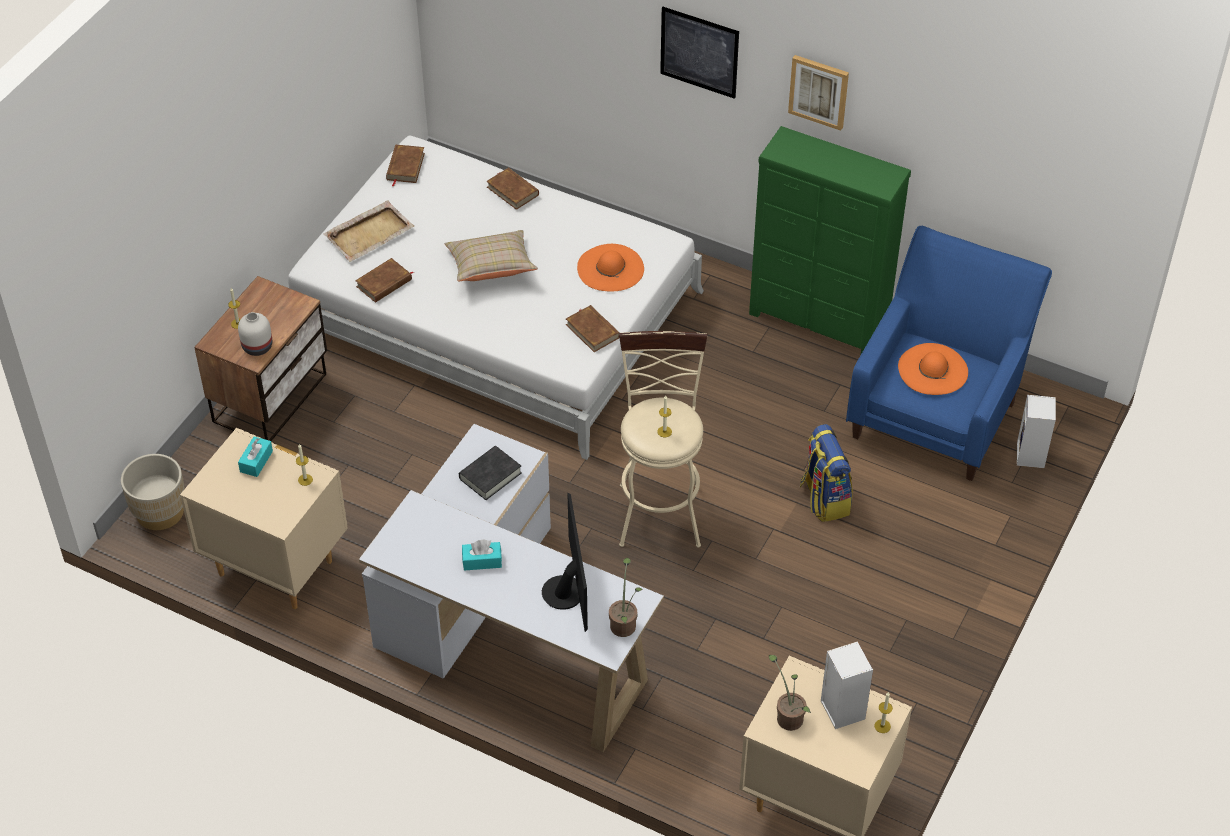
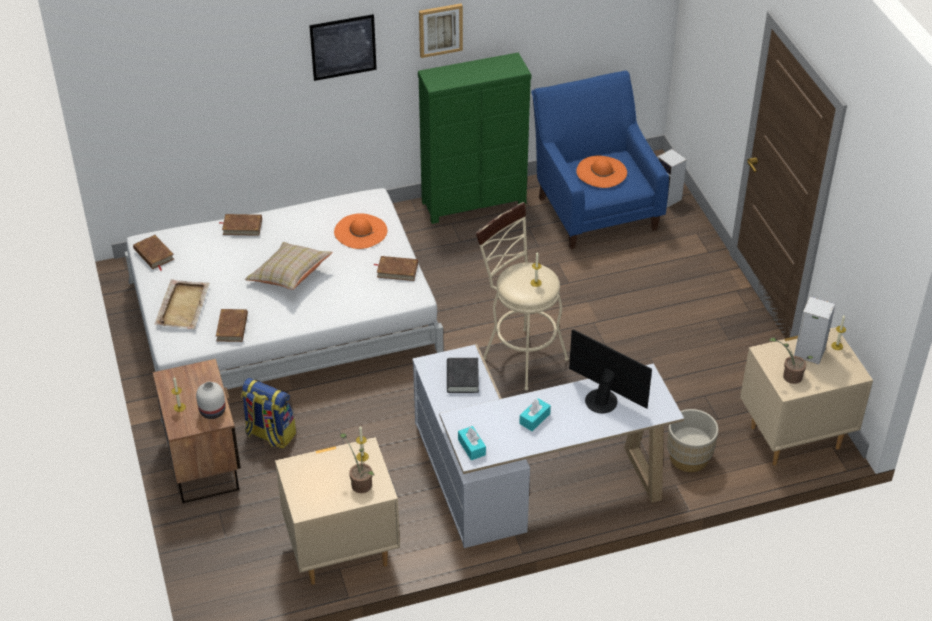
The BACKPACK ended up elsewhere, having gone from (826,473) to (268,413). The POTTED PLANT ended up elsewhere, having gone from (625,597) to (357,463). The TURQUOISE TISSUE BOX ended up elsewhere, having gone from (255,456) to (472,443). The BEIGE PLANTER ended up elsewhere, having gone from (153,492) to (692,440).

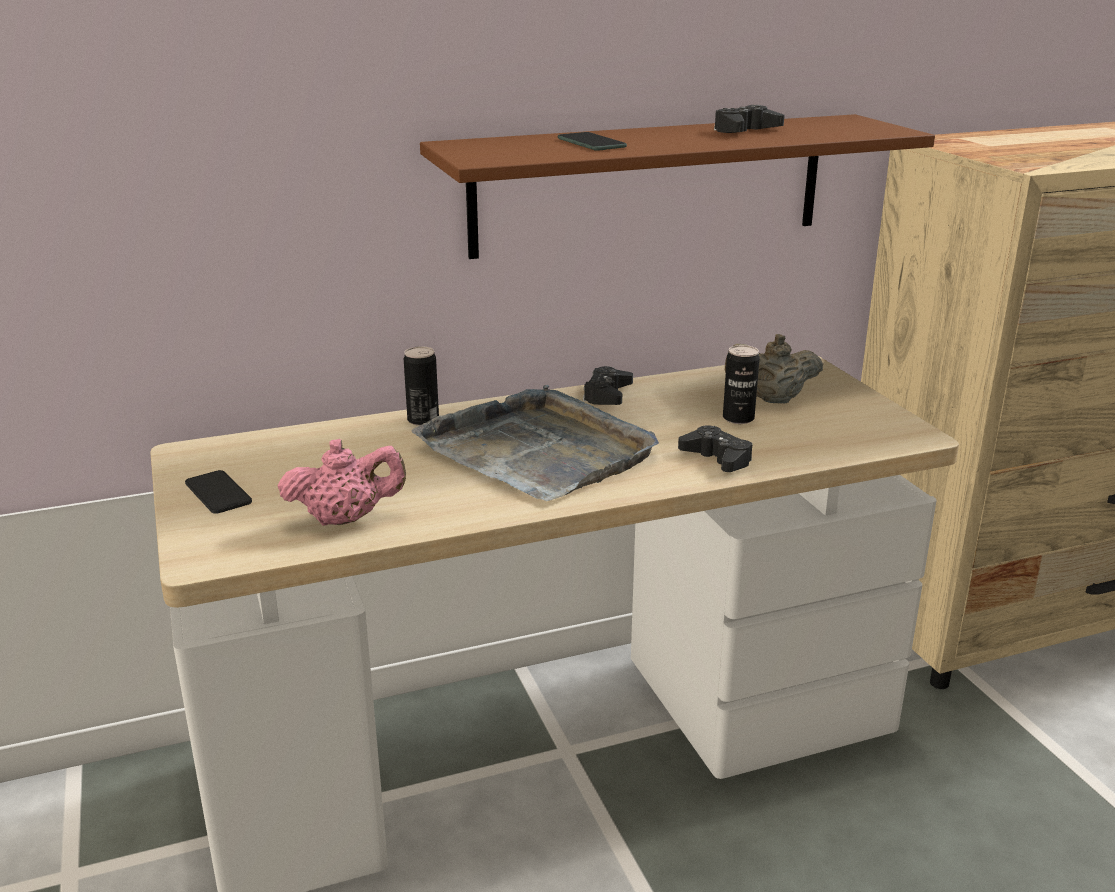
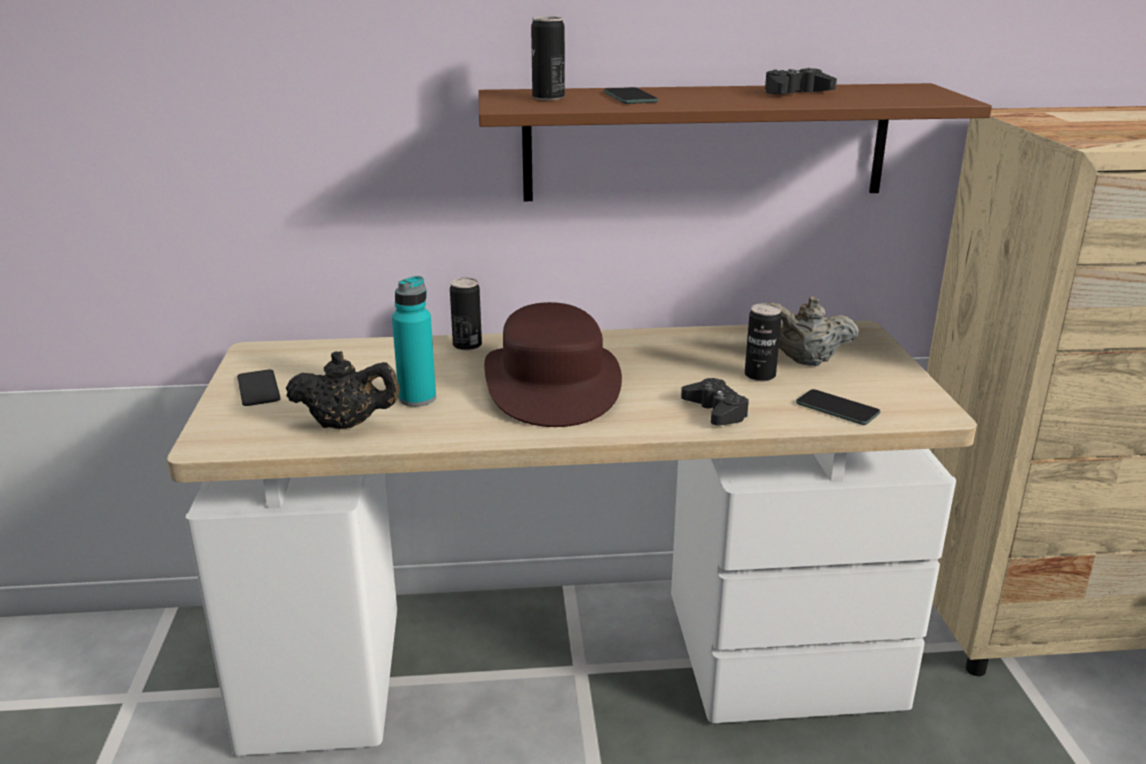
What was the PINK TEAPOT at (341,482) turned into the BLACK TEAPOT at (343,390). The second view gained the TURQUOISE BOTTLE at (414,341). Where the GREY TRAY stood at (535,443), the BROWN HAT came to stand at (553,364). The second view gained the CAN at (548,58). The second view gained the PHONE at (838,407). The second view lost the BLACK GAME CONTROLLER at (608,385).

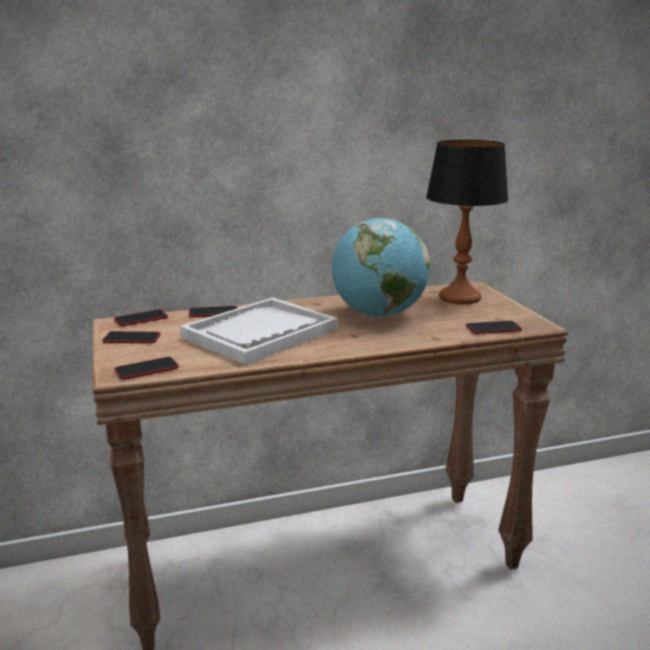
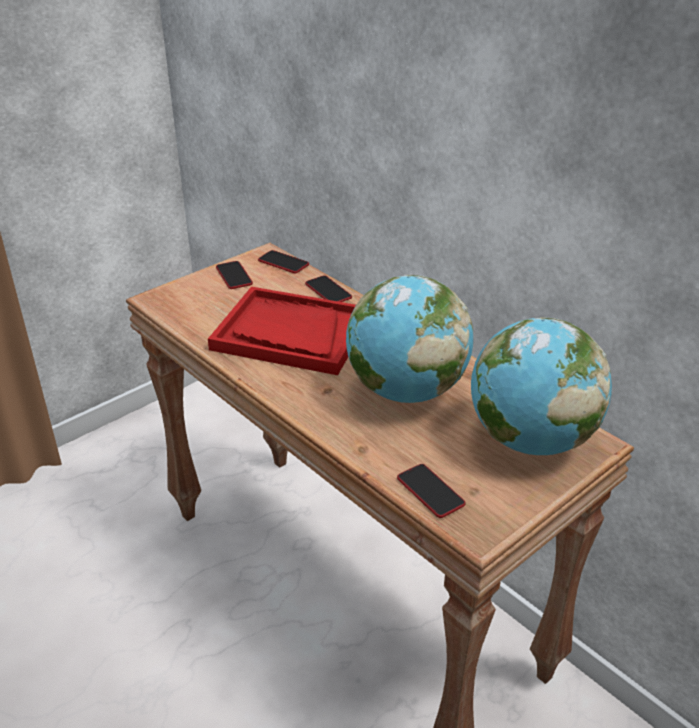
What was the WHITE TRAY at (259,331) turned into the RED TRAY at (282,331). Where the TABLE LAMP stood at (467,222), the GLOBE came to stand at (541,386). The second view lost the PHONE at (147,368).

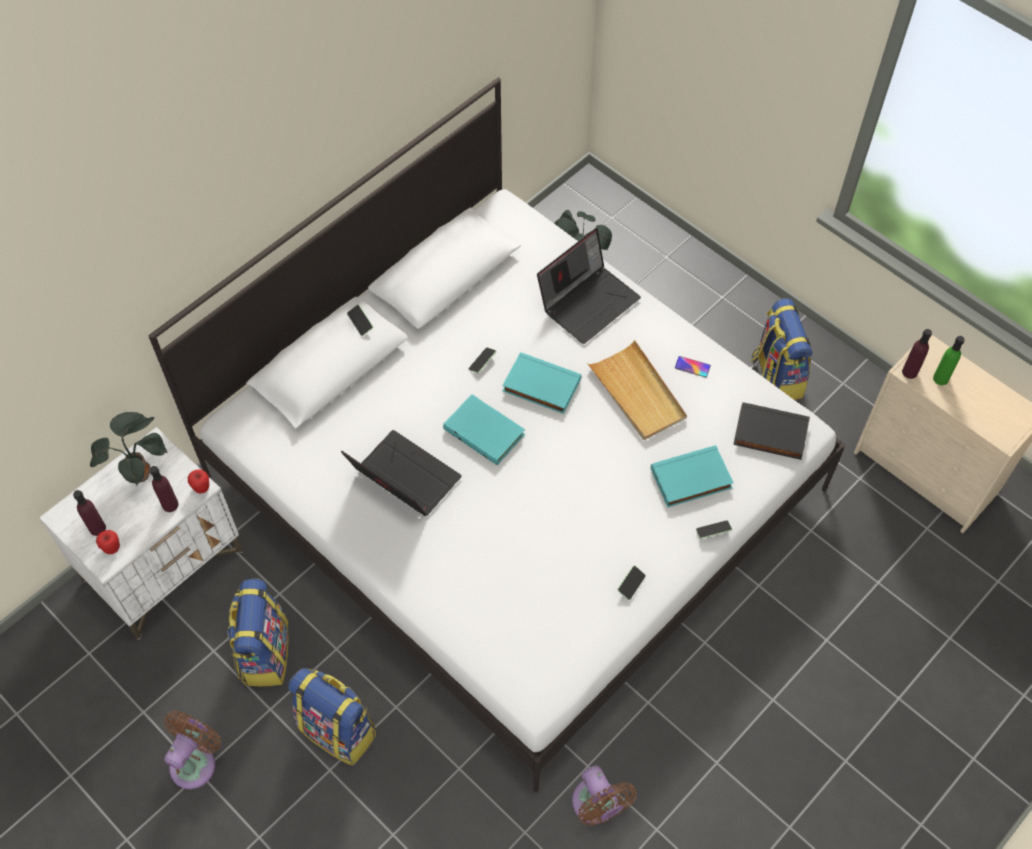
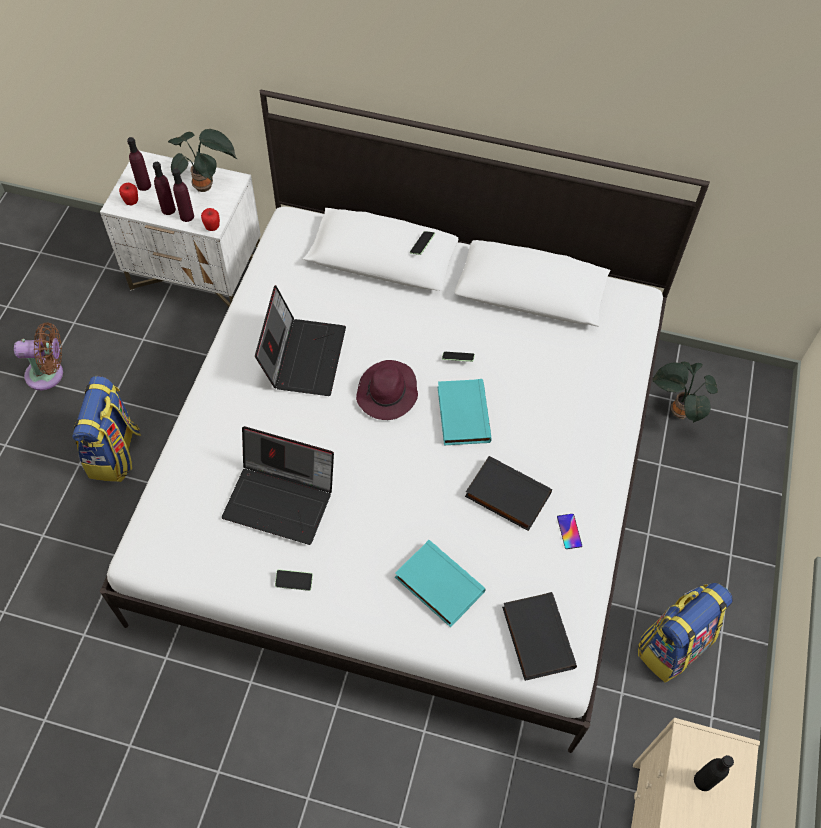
The PURPLE BOTTLE ended up elsewhere, having gone from (917,354) to (164,188). The LAPTOP ended up elsewhere, having gone from (589,286) to (278,485). Where the TURQUOISE BOOK stood at (484,429), the PURPLE HAT came to stand at (387,390). Where the BEIGE TRAY stood at (637,390), the BLACK BOOK came to stand at (508,493). What was the GREEN BOTTLE at (949,360) turned into the BLACK BOTTLE at (714,773). The second view lost the BACKPACK at (258,632). The second view lost the BROWN FAN at (604,795). The second view lost the PHONE at (714,529).

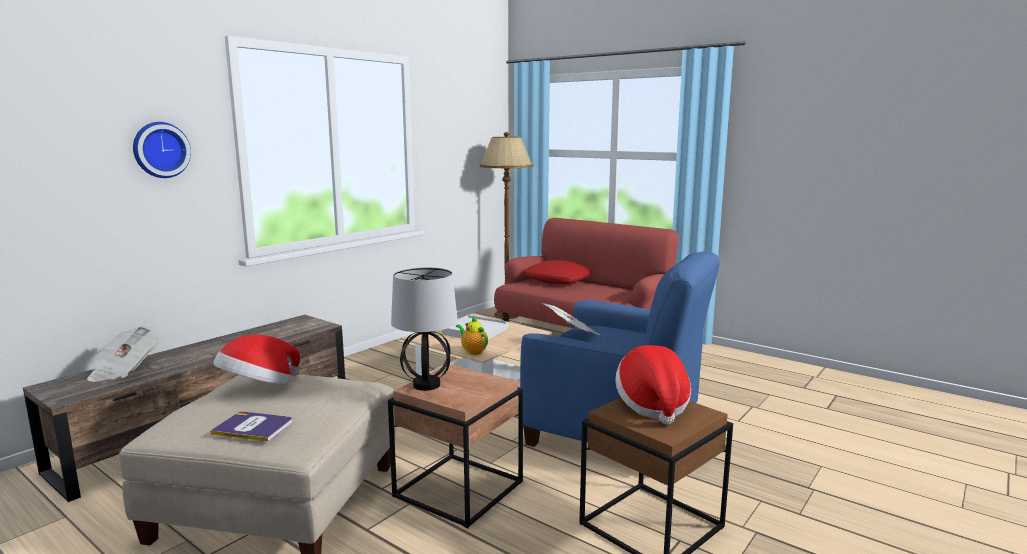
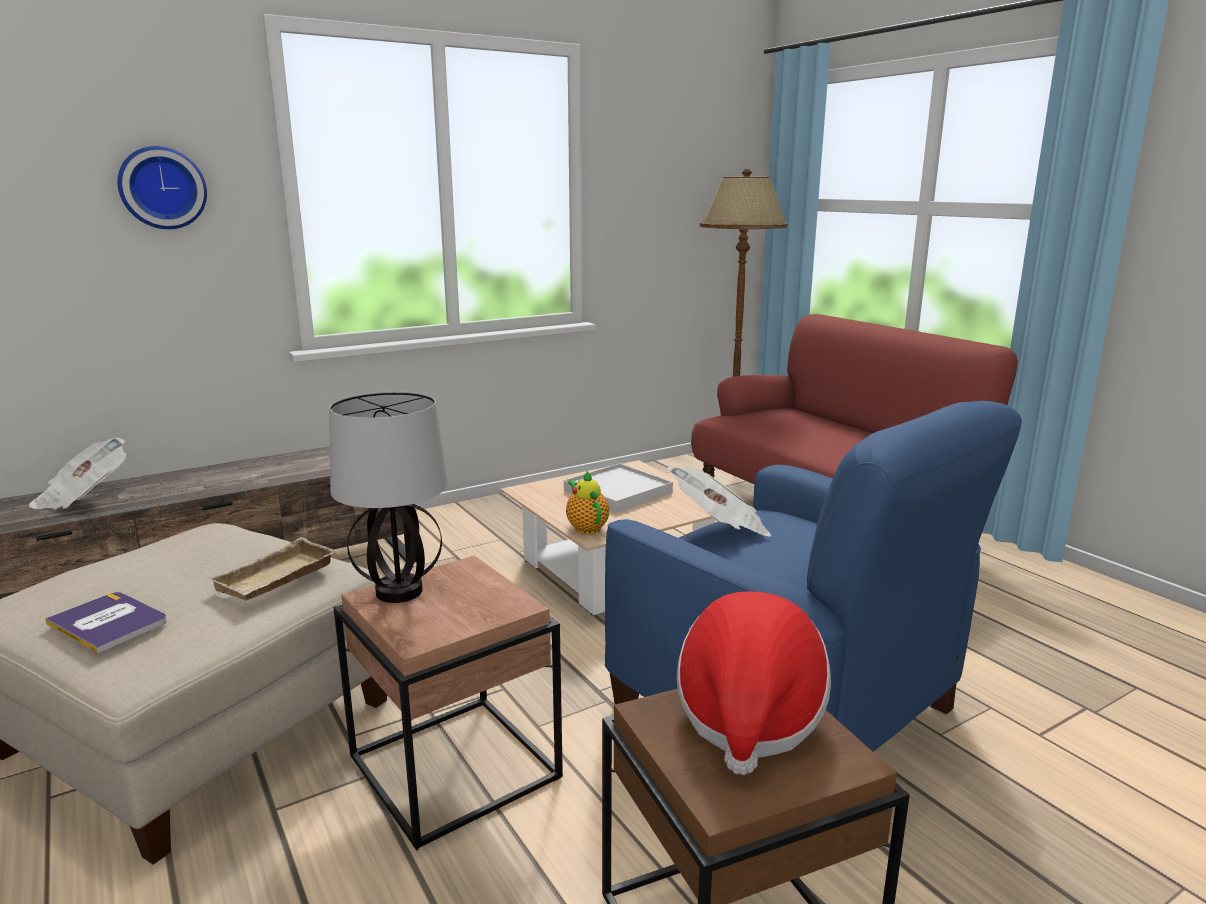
The second view gained the BEIGE TRAY at (272,569). The second view lost the HAT at (256,359). The second view lost the RED PILLOW at (558,272).

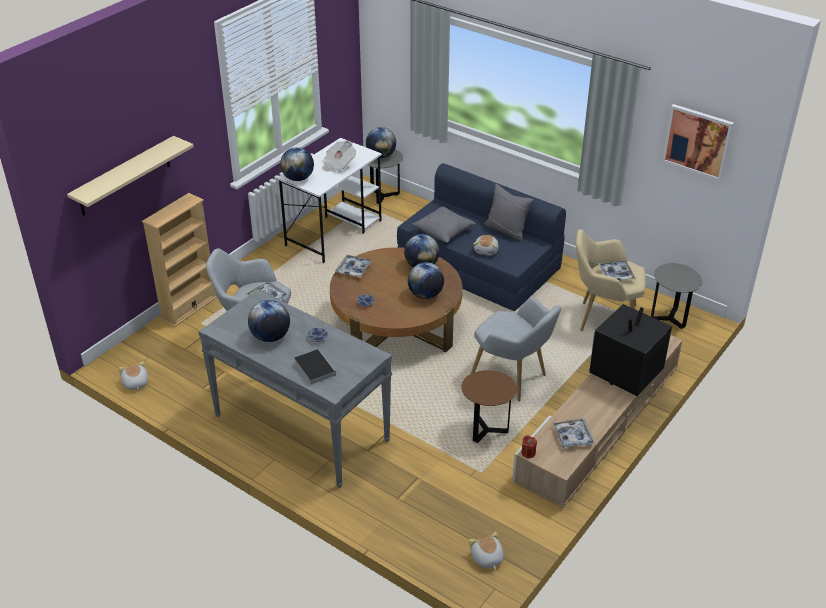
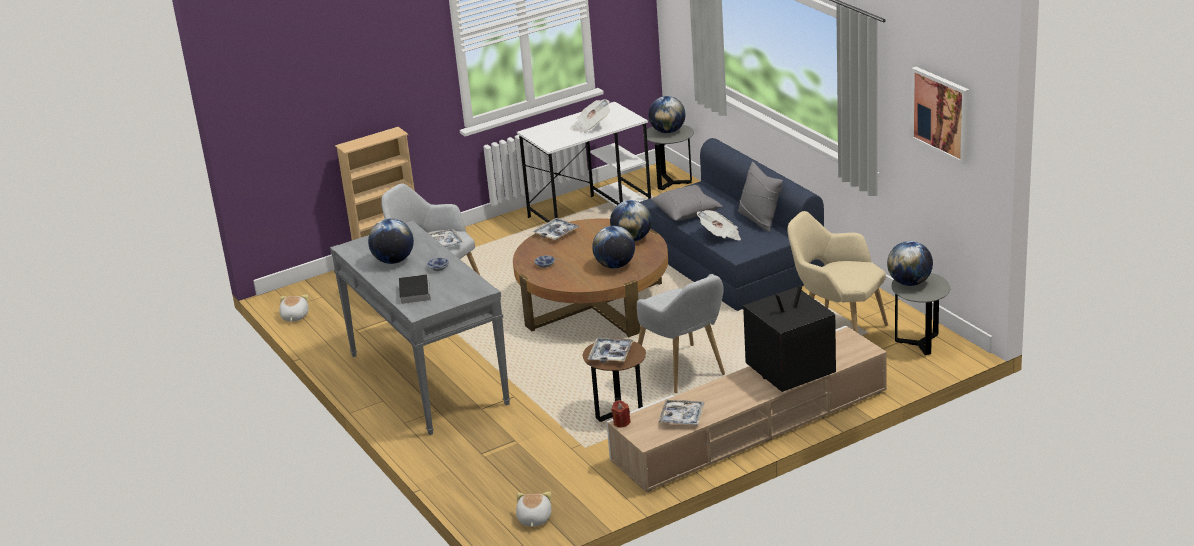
The TRAY ended up elsewhere, having gone from (617,271) to (611,350). Where the PLUSH TOY stood at (486,245), the NEWSPAPER came to stand at (719,225). The GLOBE ended up elsewhere, having gone from (297,164) to (910,263). The second view lost the BEIGE SHELF at (130,176).

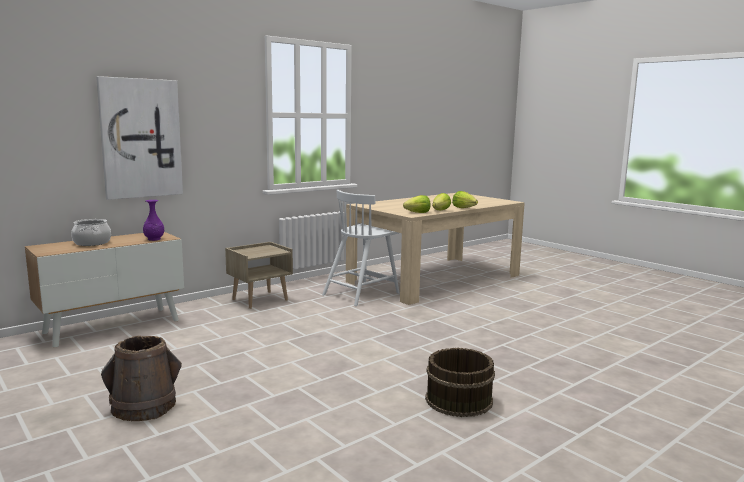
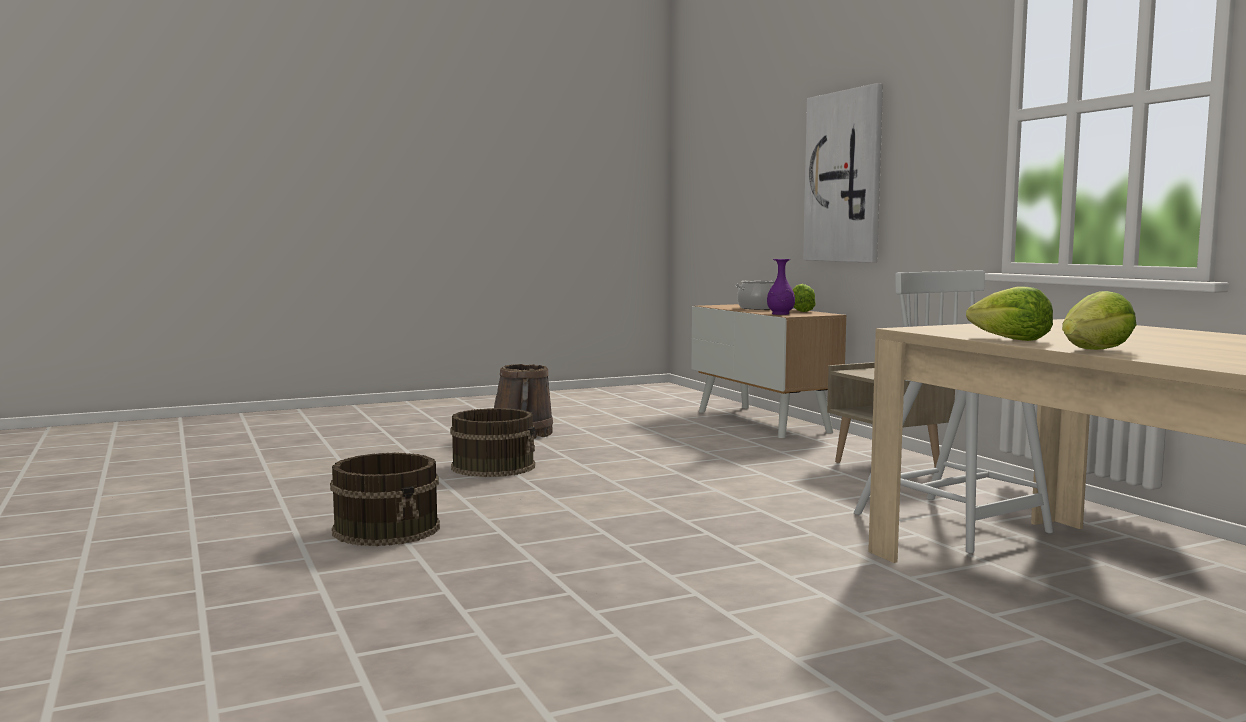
The second view gained the BROWN BUCKET at (492,442). The LETTUCE ended up elsewhere, having gone from (416,204) to (804,298).

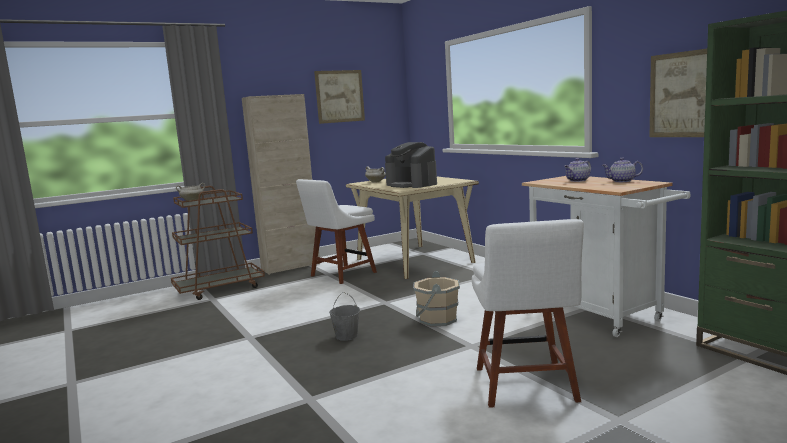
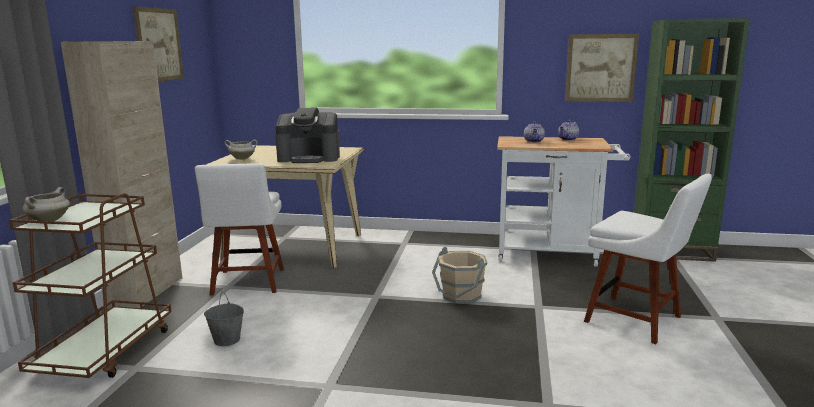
The GREY BUCKET ended up elsewhere, having gone from (344,316) to (224,318).

